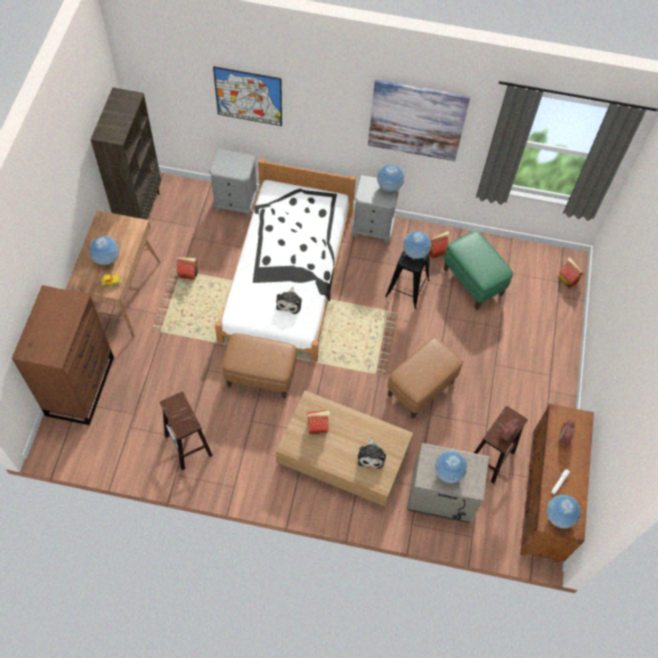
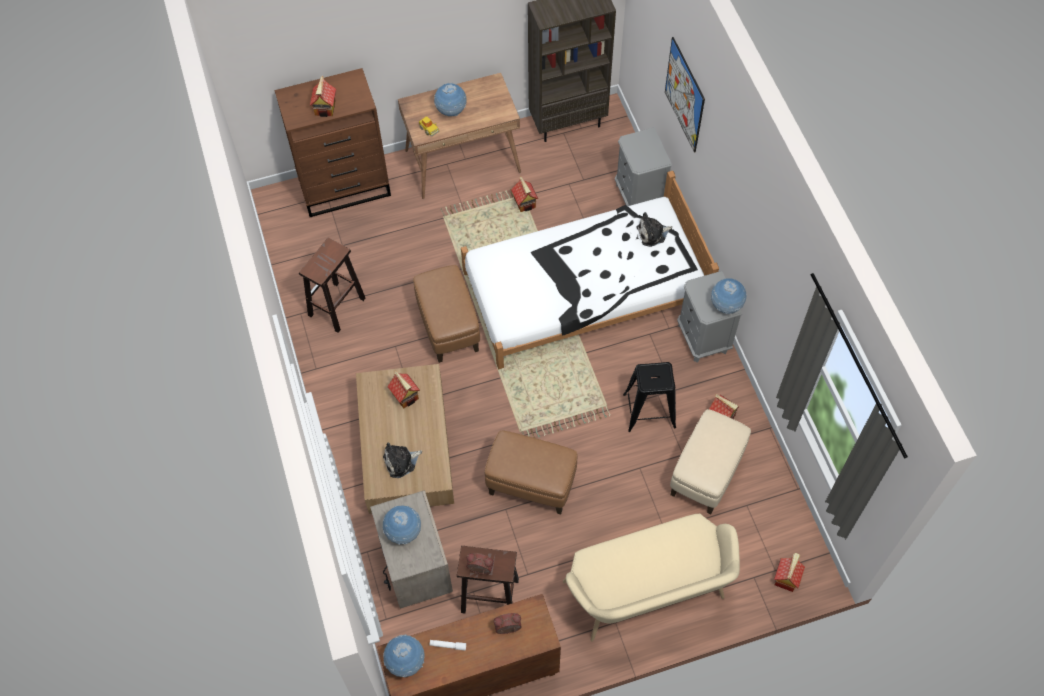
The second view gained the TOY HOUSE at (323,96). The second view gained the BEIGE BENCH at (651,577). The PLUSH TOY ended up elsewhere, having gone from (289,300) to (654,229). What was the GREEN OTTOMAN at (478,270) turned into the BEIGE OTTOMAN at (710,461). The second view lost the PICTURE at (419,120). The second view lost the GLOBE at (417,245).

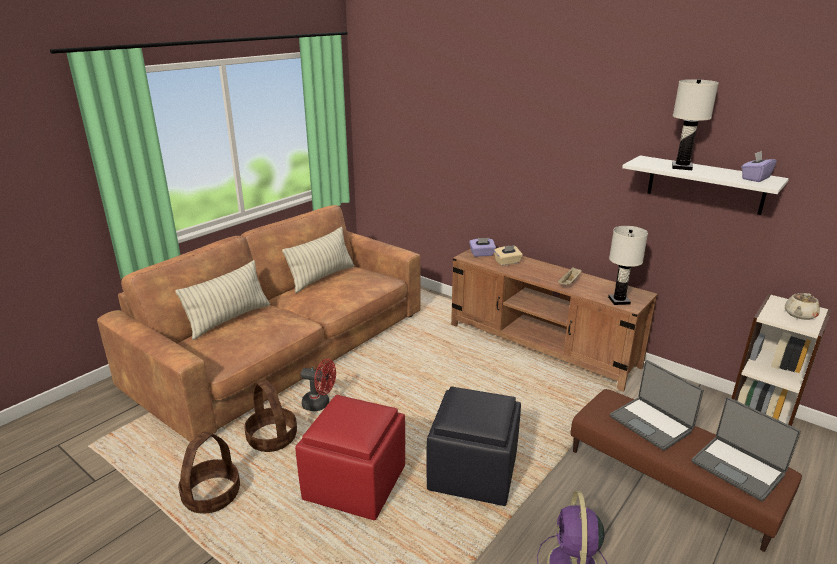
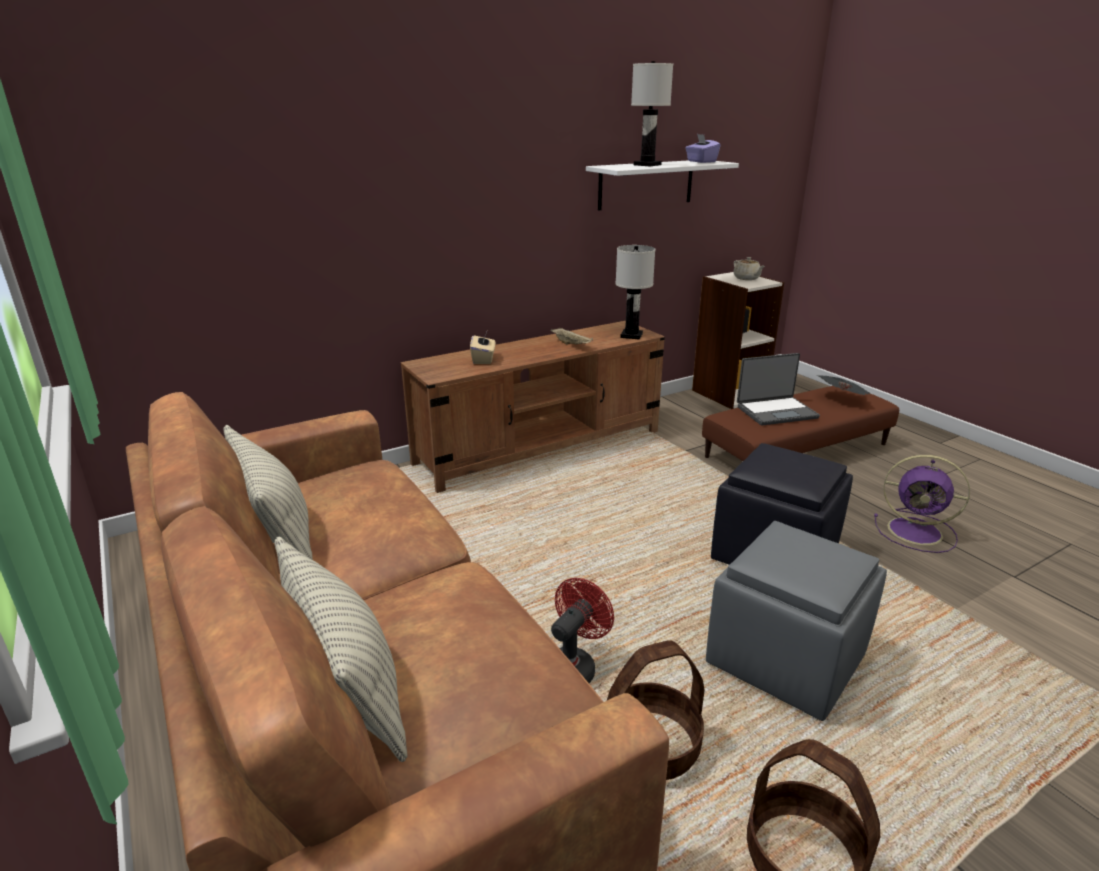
What was the RED OTTOMAN at (350,457) turned into the GREY OTTOMAN at (796,621). Where the LAPTOP stood at (746,449), the NEWSPAPER came to stand at (843,385). The second view lost the PURPLE TISSUE BOX at (482,247).

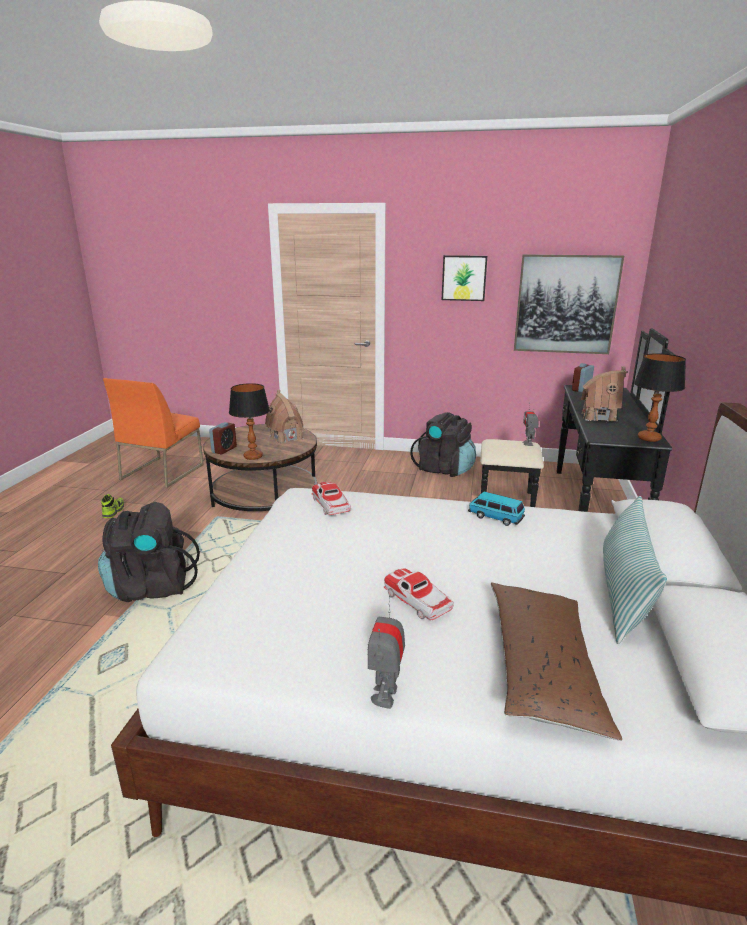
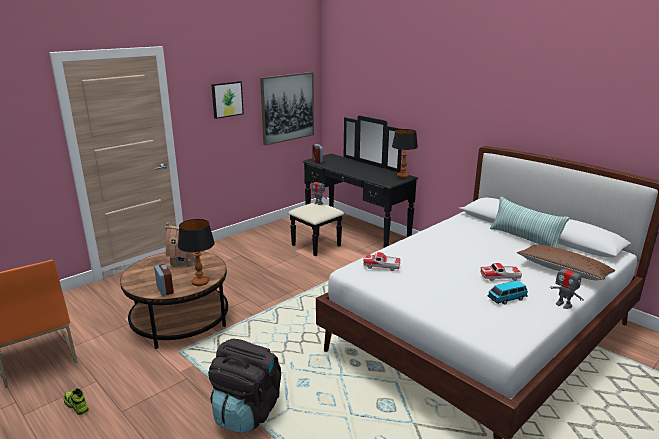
The TOY CAR ended up elsewhere, having gone from (496,509) to (508,292). The second view lost the BLACK BACKPACK at (443,444). The second view lost the TOY HOUSE at (604,394).

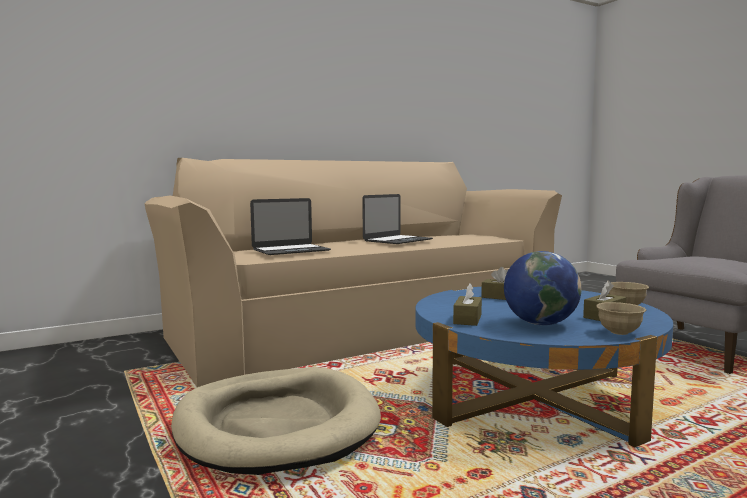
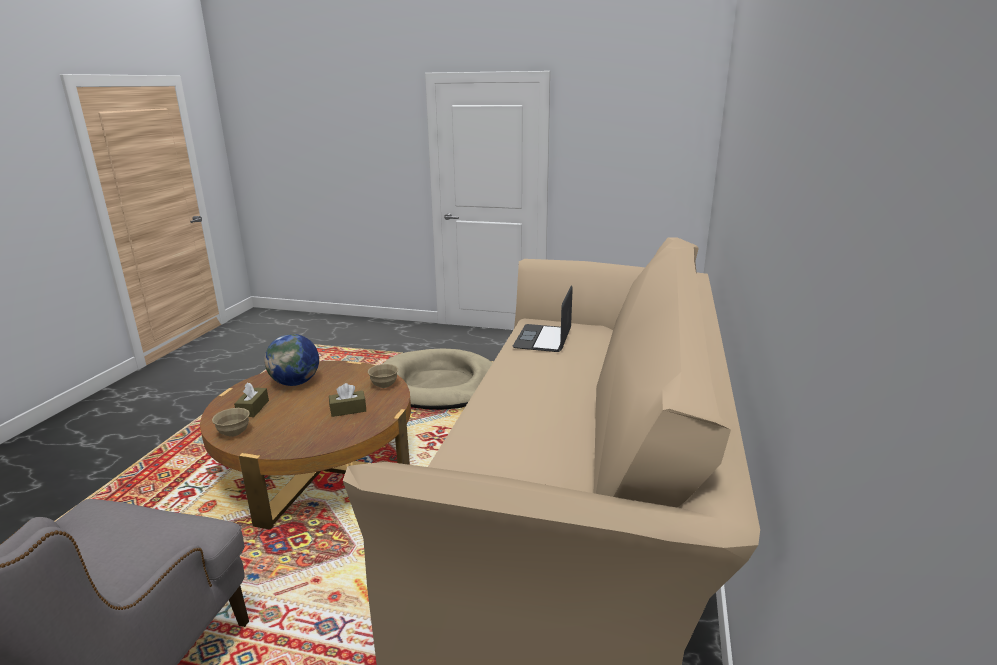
What was the BLUE COFFEE TABLE at (544,367) turned into the BROWN COFFEE TABLE at (305,445). The BEIGE BOWL ended up elsewhere, having gone from (621,318) to (383,376). The second view lost the LAPTOP at (397,219). The second view lost the BROWN TISSUE BOX at (467,304).

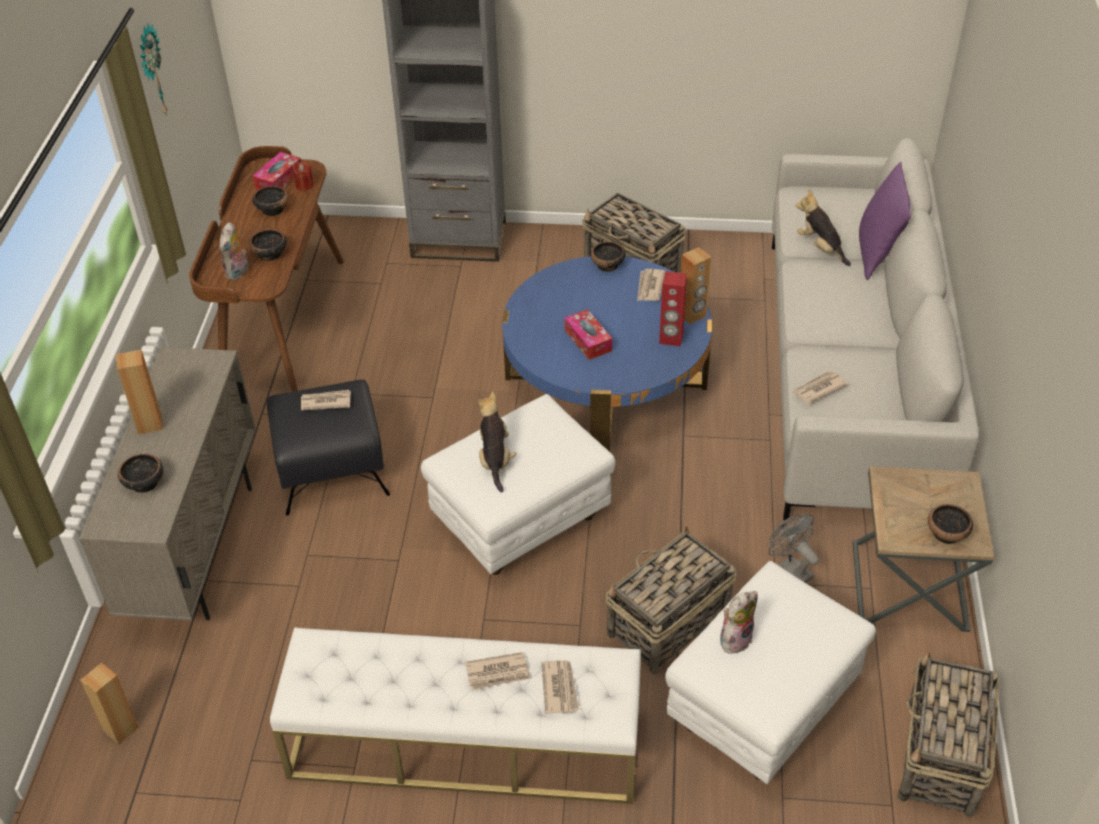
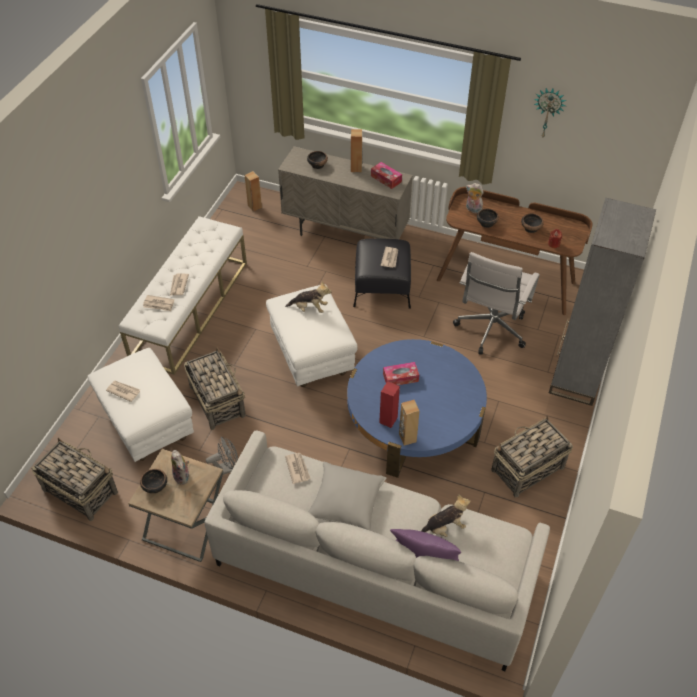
The NEWSPAPER ended up elsewhere, having gone from (651,285) to (123,391). The PLUSH TOY ended up elsewhere, having gone from (739,622) to (180,467). The second view gained the GREY PILLOW at (347,496). The TISSUE BOX ended up elsewhere, having gone from (277,171) to (386,175). The second view gained the WHITE OFFICE CHAIR at (496,303). The second view lost the BOWL at (608,256).

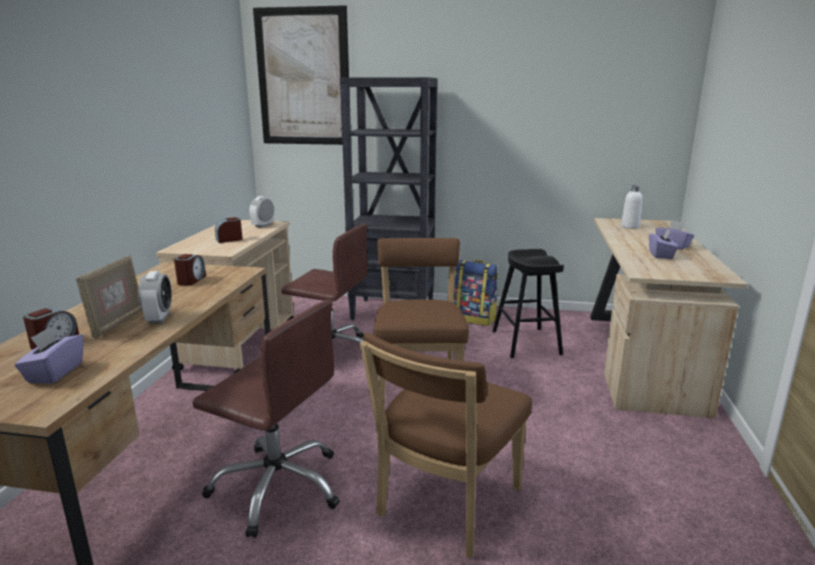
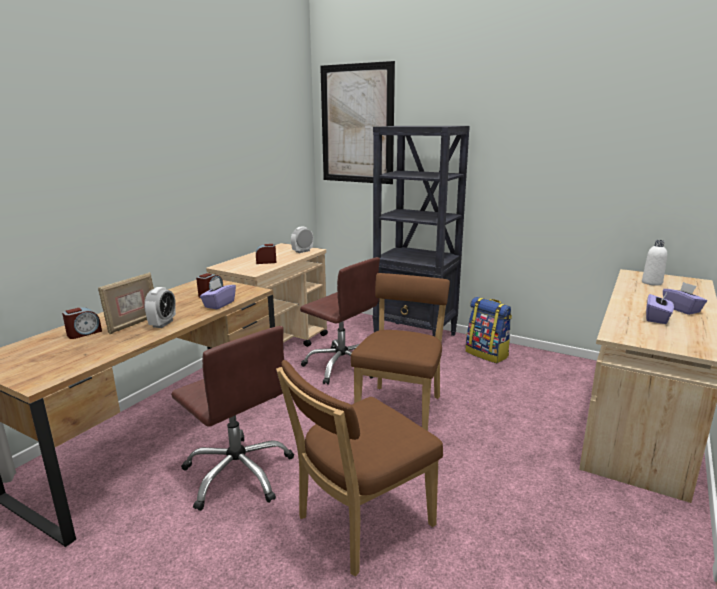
The PURPLE TISSUE BOX ended up elsewhere, having gone from (48,355) to (218,293). The second view lost the BLACK STOOL at (528,303).

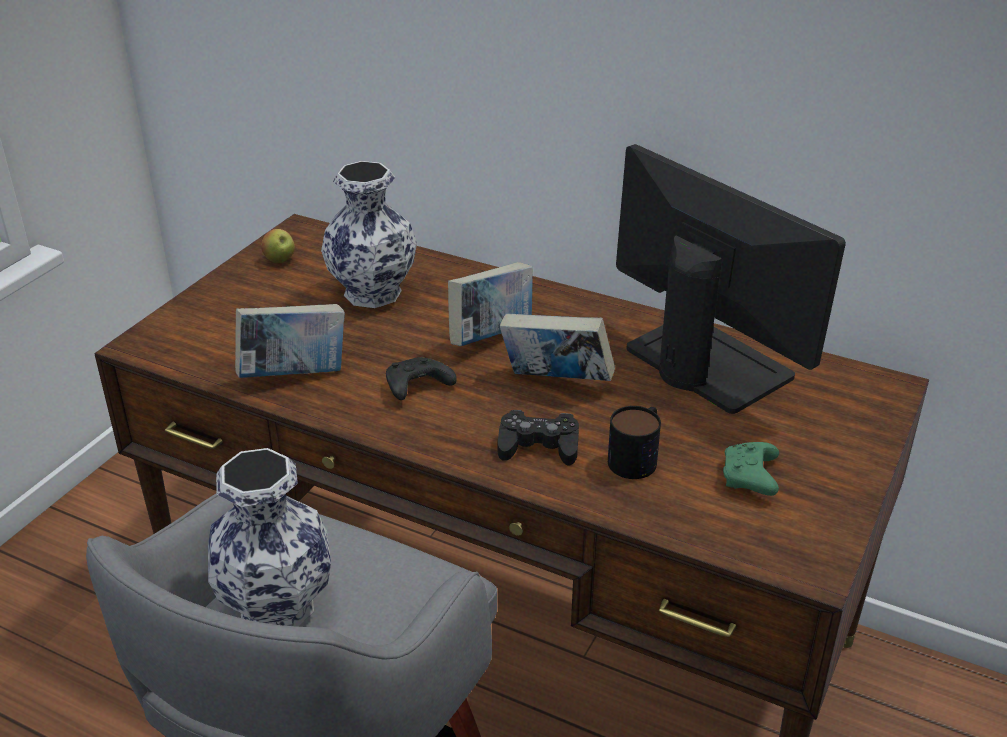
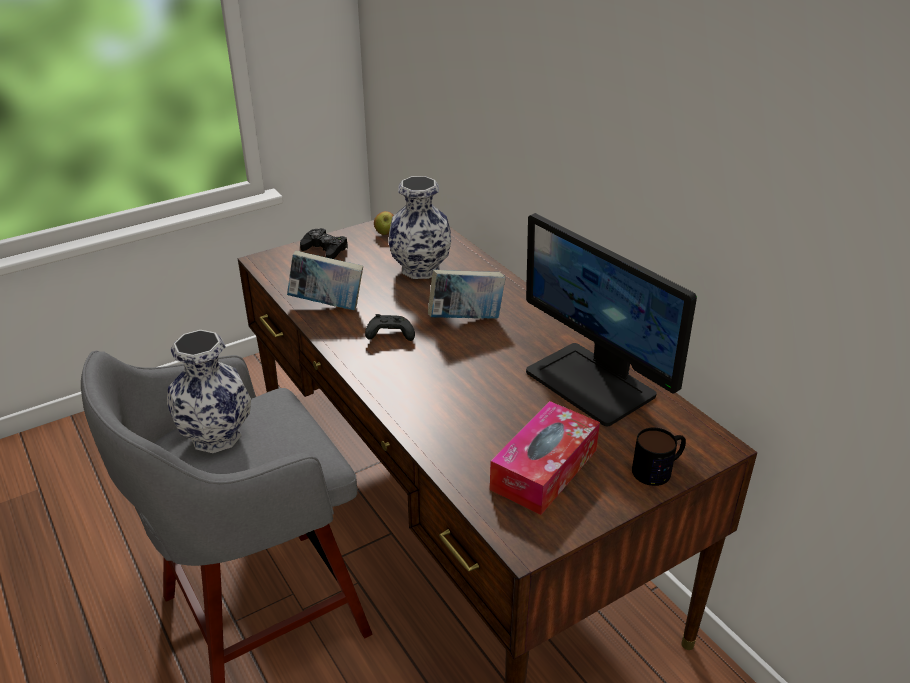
The BLACK GAME CONTROLLER ended up elsewhere, having gone from (538,438) to (324,243). Where the GREEN GAME CONTROLLER stood at (751,469), the TISSUE BOX came to stand at (545,458). The MONITOR at (731,279) ended up facing another way, 150 degrees clockwise from before. The MUG ended up elsewhere, having gone from (634,442) to (659,457). The second view lost the BOOK at (557,347).

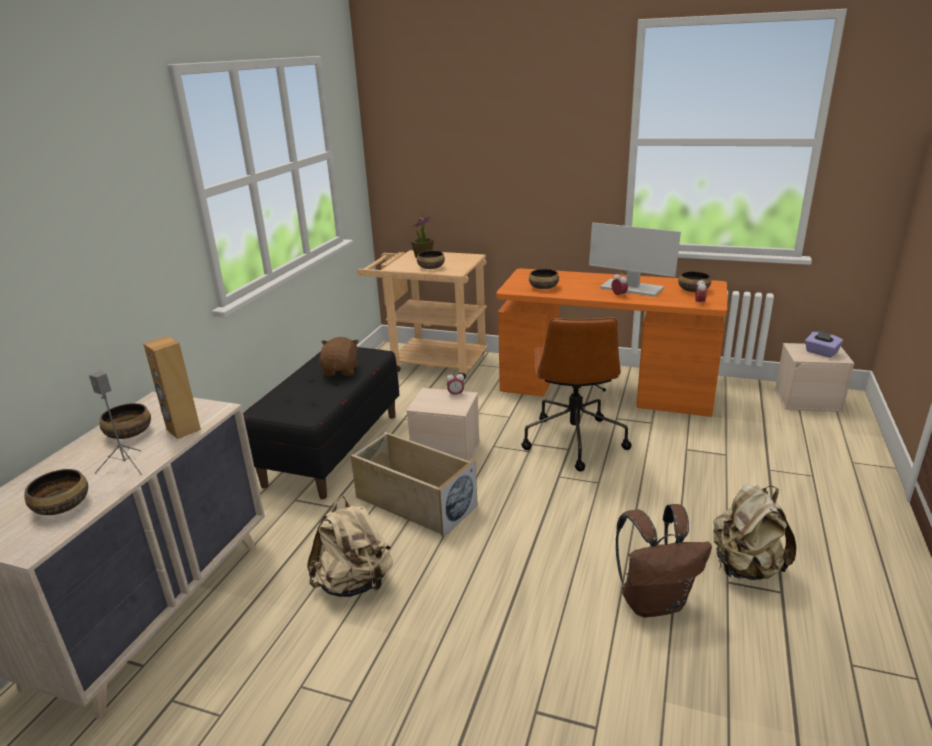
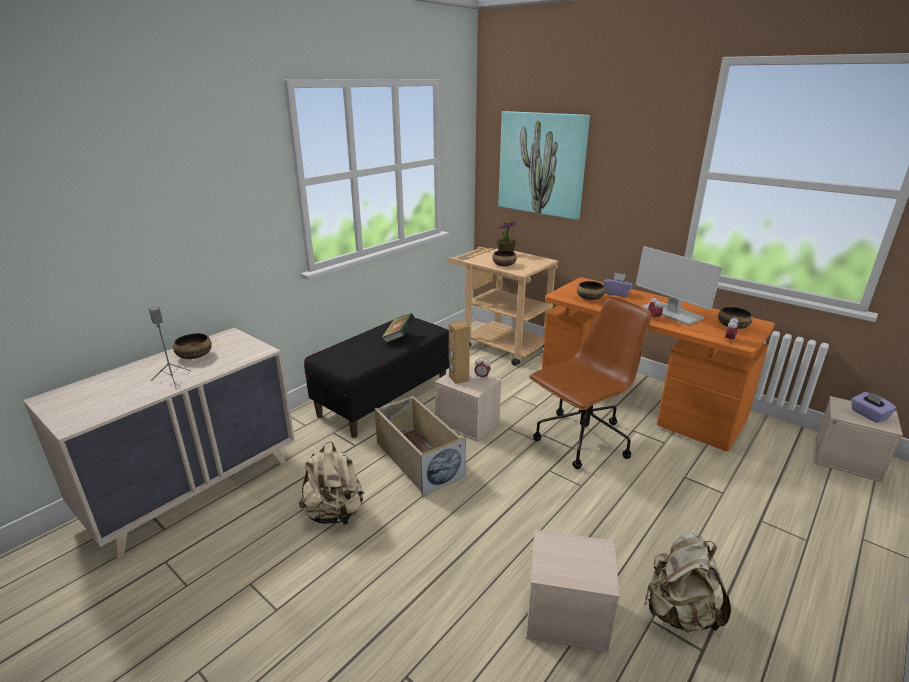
Where the BROWN PLUSH TOY stood at (339,356), the BOOK came to stand at (398,328). The BROWN SPEAKER ended up elsewhere, having gone from (172,387) to (459,352). The second view gained the PICTURE at (544,165). Where the BROWN BACKPACK stood at (664,561), the BEIGE STORAGE BOX came to stand at (573,591). The BROWN OFFICE CHAIR at (576,394) ended up facing another way, 150 degrees counterclockwise from before. The second view gained the PURPLE TISSUE BOX at (618,285). The second view lost the BOWL at (56,492).

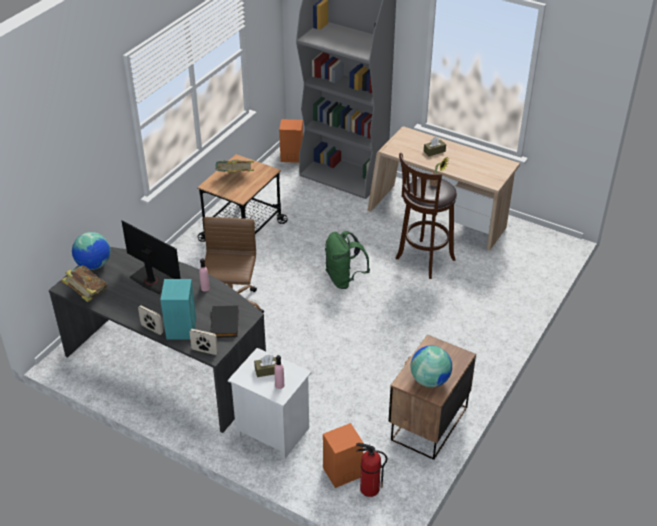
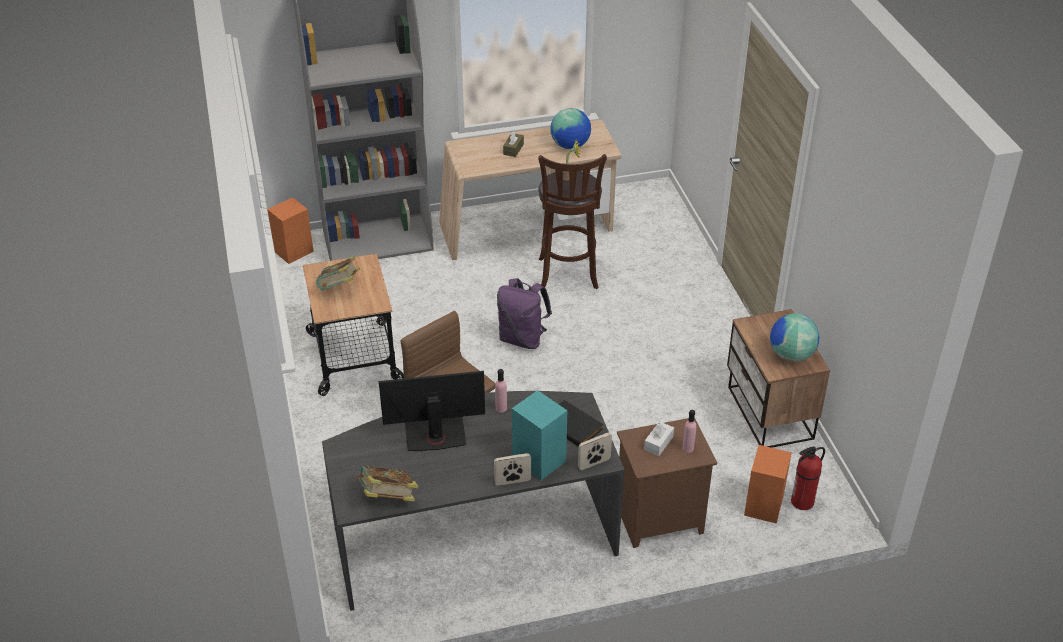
What was the GREEN BACKPACK at (347,260) turned into the PURPLE BACKPACK at (524,313). The GLOBE ended up elsewhere, having gone from (91,251) to (570,128). What was the WHITE NIGHTSTAND at (269,403) turned into the BROWN NIGHTSTAND at (667,482). What was the BROWN TISSUE BOX at (265,366) turned into the WHITE TISSUE BOX at (659,438).

